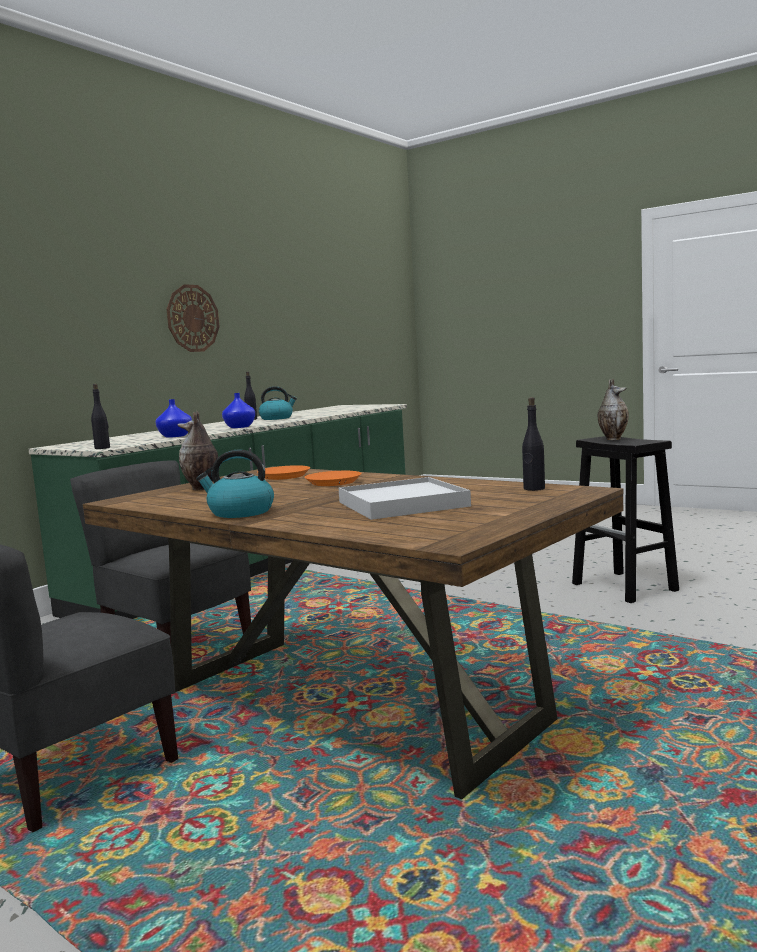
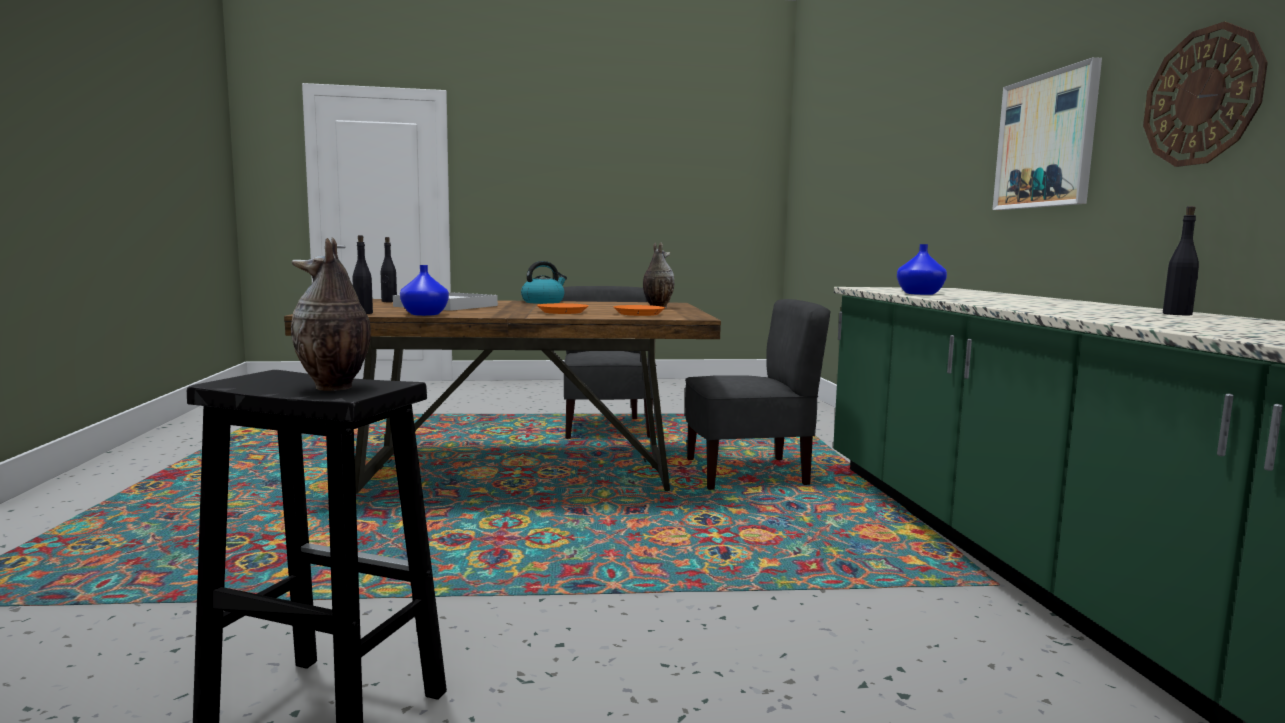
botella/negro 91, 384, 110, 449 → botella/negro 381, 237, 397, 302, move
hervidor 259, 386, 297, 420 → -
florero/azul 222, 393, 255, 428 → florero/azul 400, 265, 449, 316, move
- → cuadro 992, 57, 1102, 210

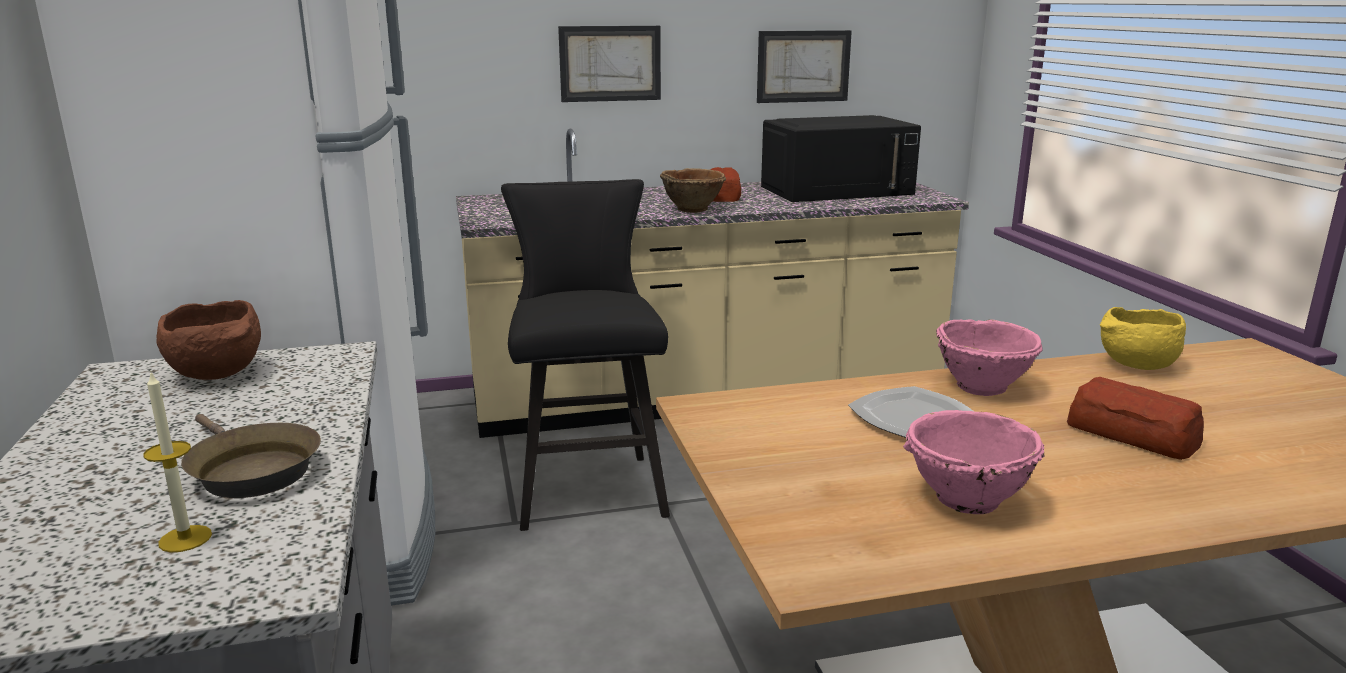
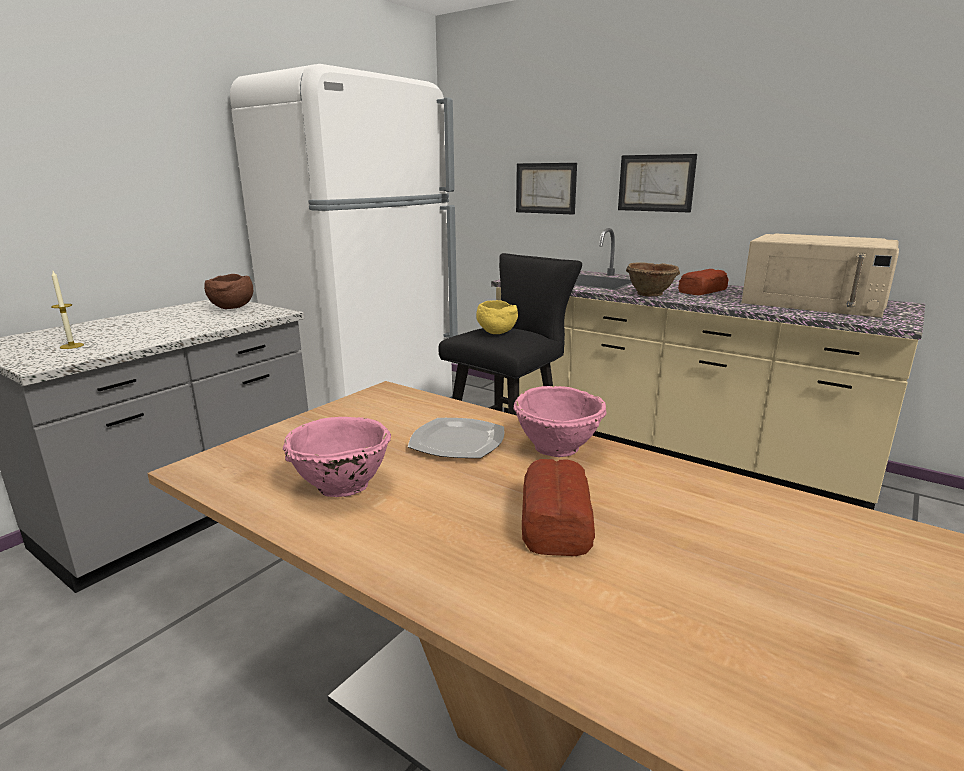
cuadro 757, 30, 852, 103 → cuadro 516, 163, 577, 215, move
microondas/negro 761, 115, 921, 202 → microondas/beis 741, 233, 899, 318
cuenco/amarillo 1100, 307, 1186, 370 → cuenco/amarillo 476, 300, 518, 334, move
sartén/marrón 181, 414, 321, 498 → -

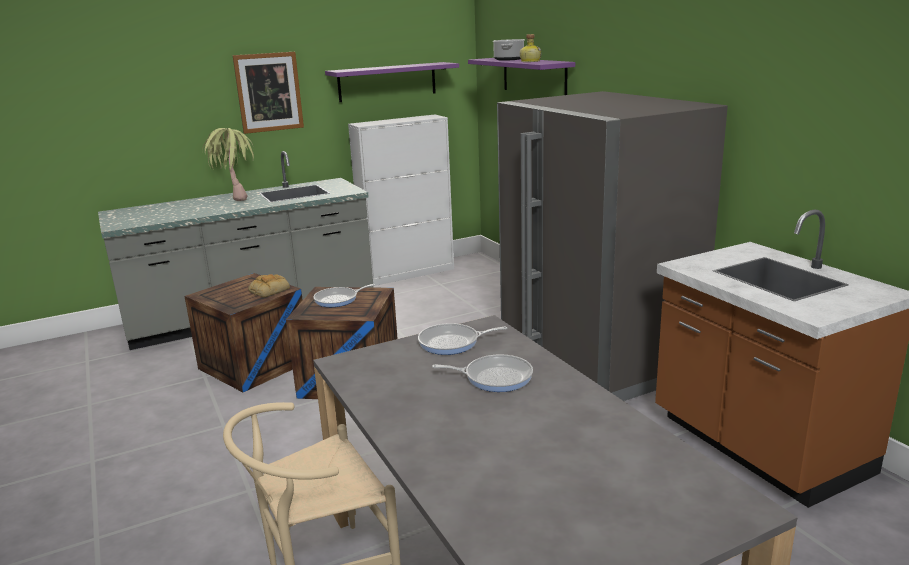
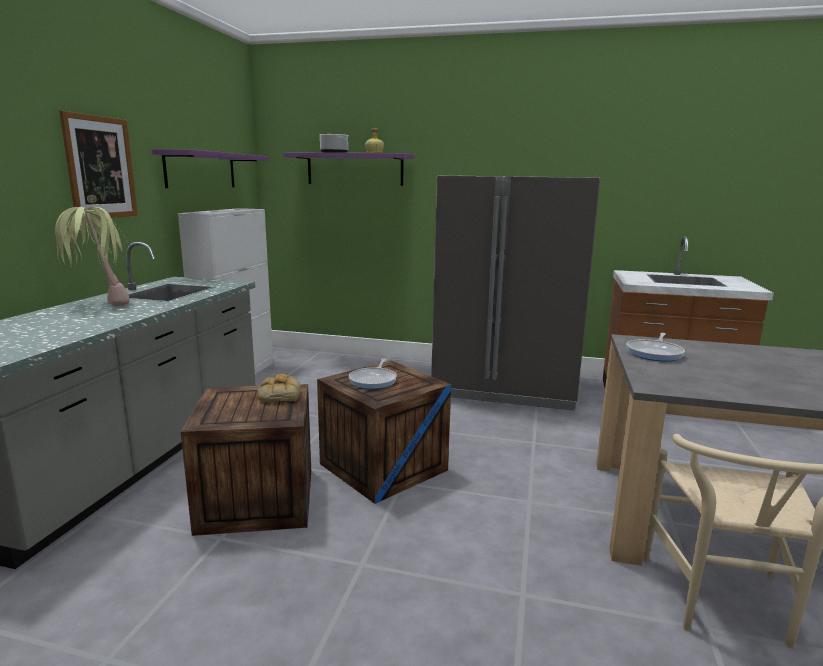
sartén 432, 354, 533, 392 → -

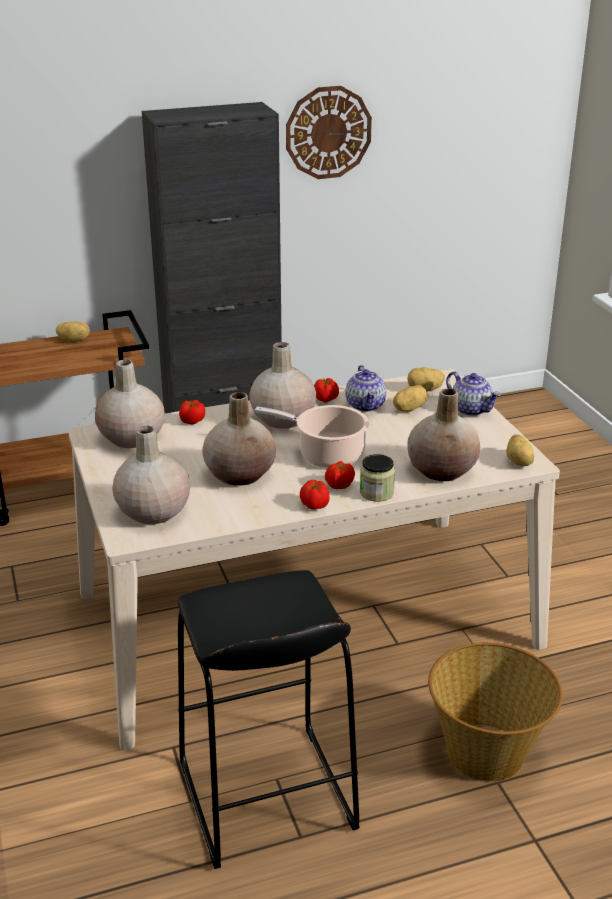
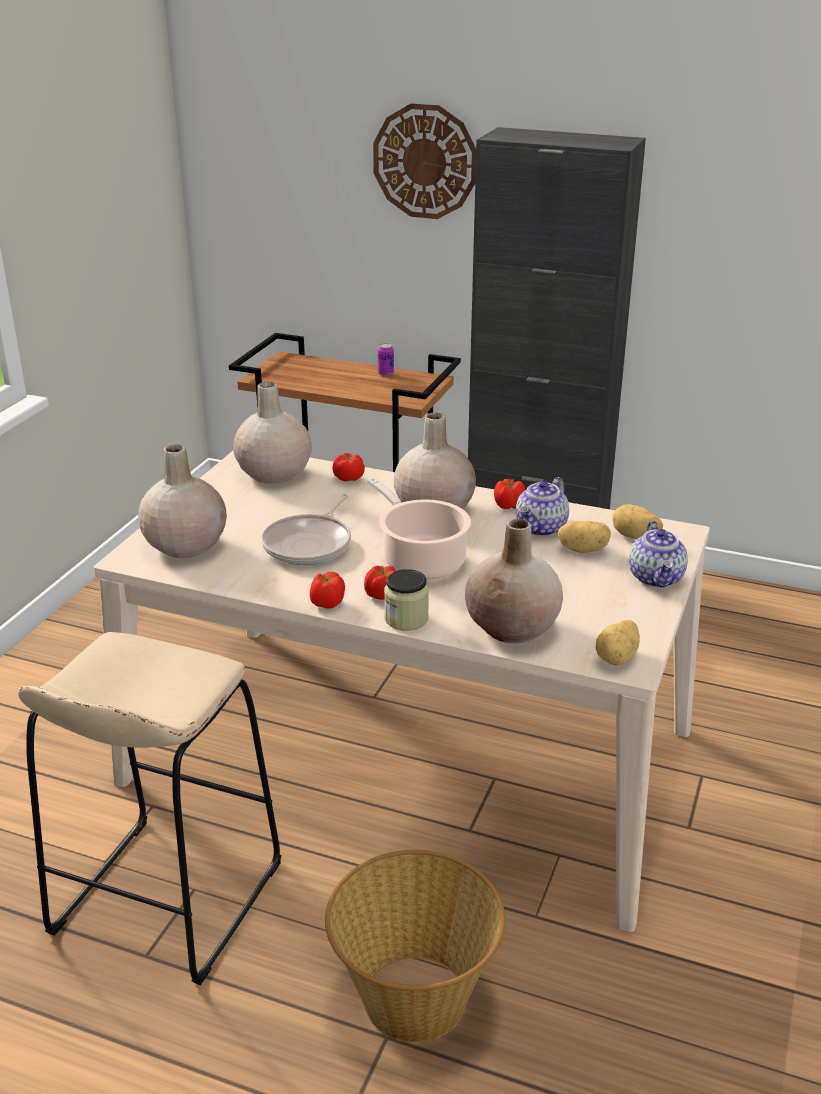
reloj de pared 286, 86, 372, 179 → reloj de pared 373, 103, 476, 219, move
patata 56, 321, 90, 342 → lata 378, 343, 394, 376
florero/beis 202, 392, 276, 486 → sartén 261, 494, 351, 565
taburete/negro 178, 570, 360, 869 → taburete/beis 18, 632, 281, 985

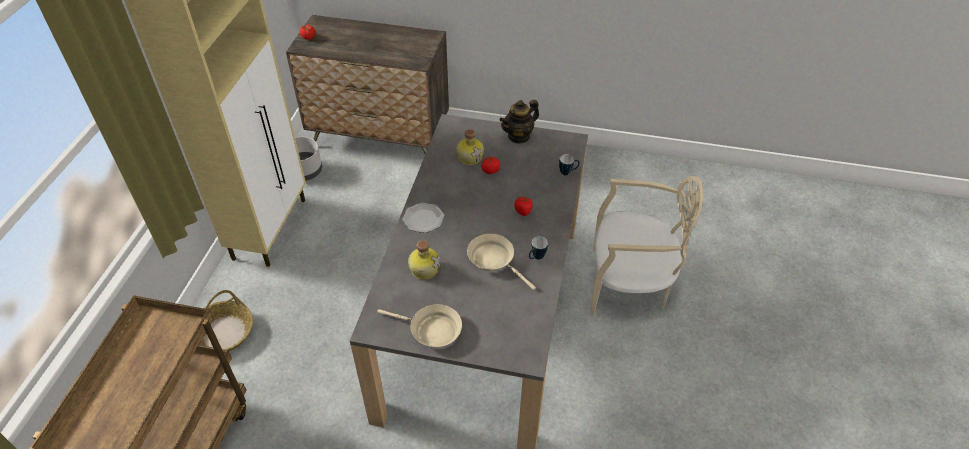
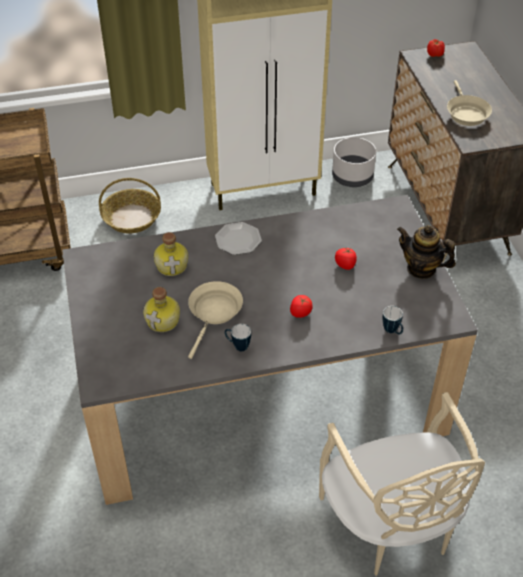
botella 456, 129, 484, 165 → botella 143, 287, 180, 332, move
sartén/beis 377, 304, 462, 348 → sartén/beis 447, 80, 492, 126, move

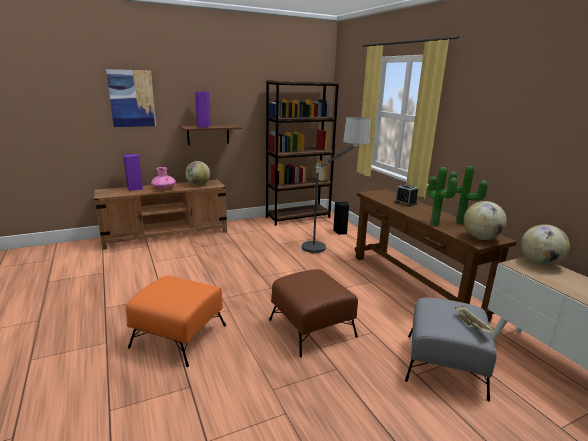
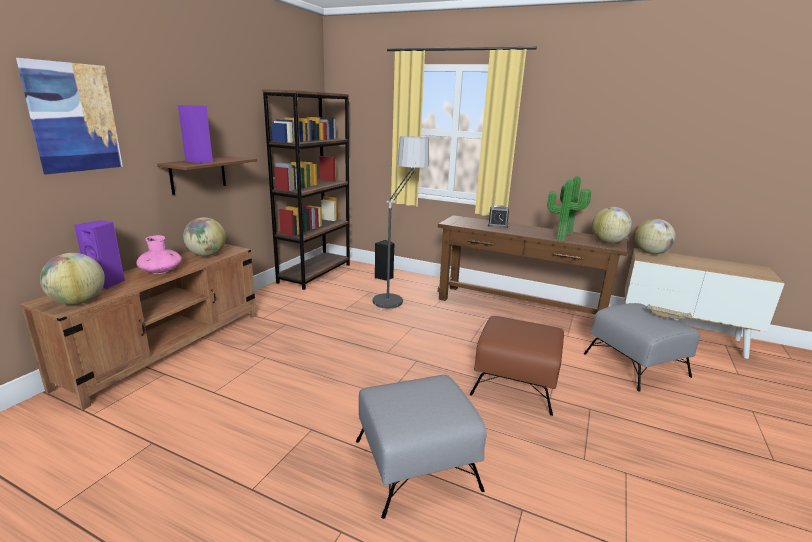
puf/naranja 126, 276, 226, 367 → puf/gris 356, 375, 487, 519
- → globo terráqueo 40, 253, 105, 305

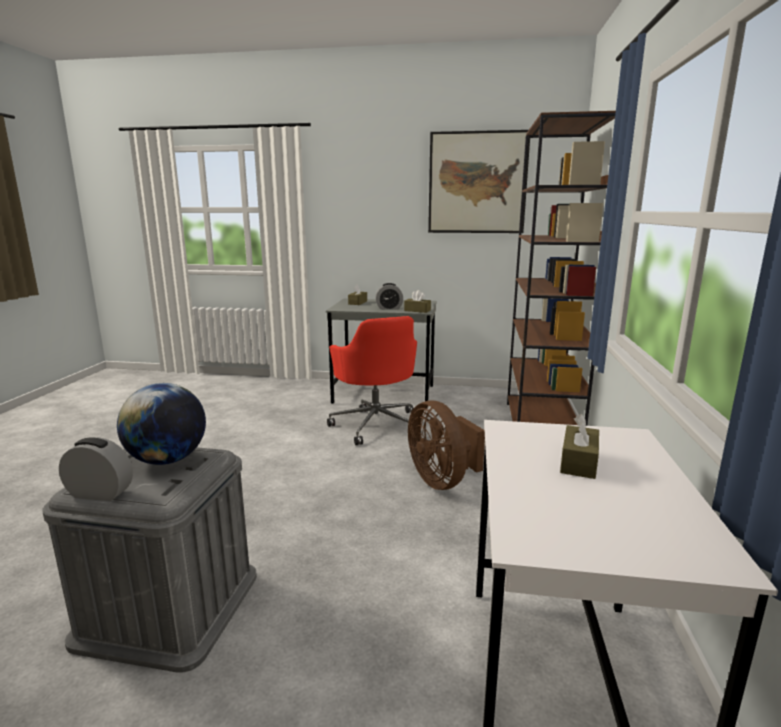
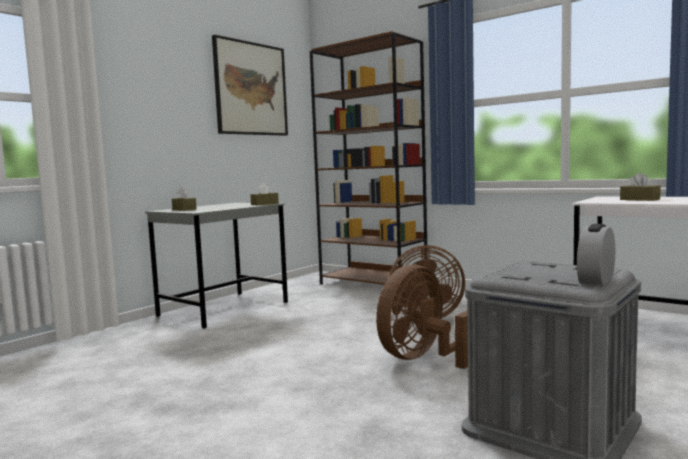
despertador 375, 283, 403, 310 → -
silla de oficina/rojo 327, 316, 417, 445 → -
globo terráqueo 117, 383, 206, 465 → -
- → ventilador/marrón 376, 265, 468, 369

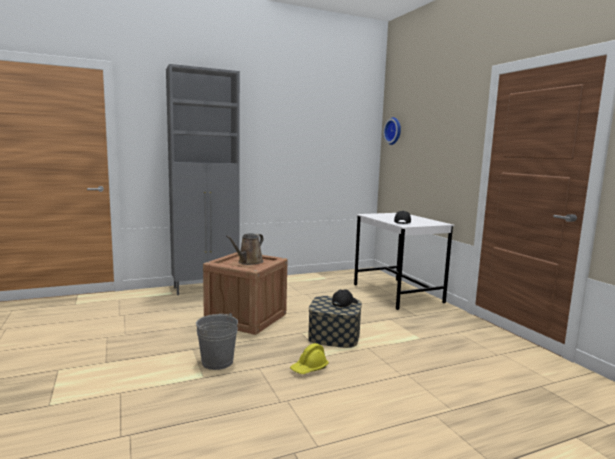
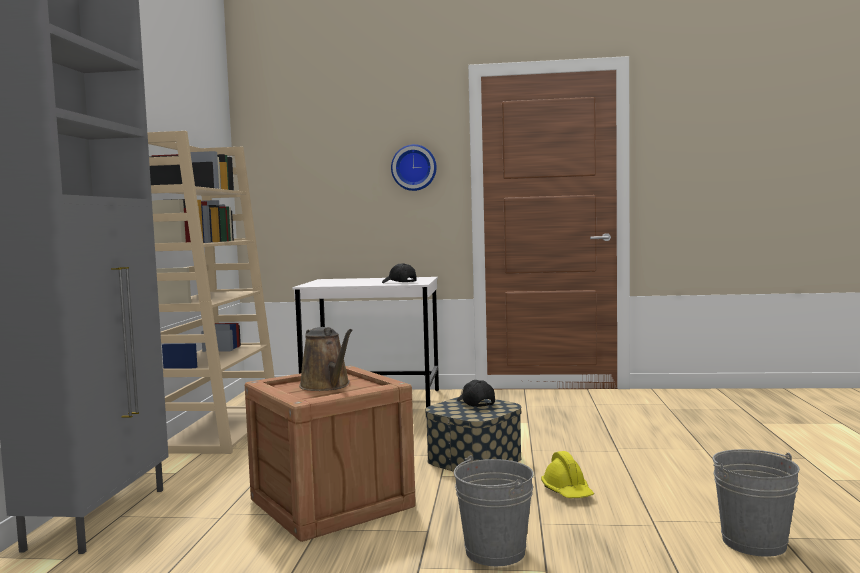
reloj de pared 383, 117, 401, 145 → reloj de pared 391, 144, 437, 191, move
- → estantería/beis 147, 131, 275, 454
- → cubo/gris 713, 449, 800, 557

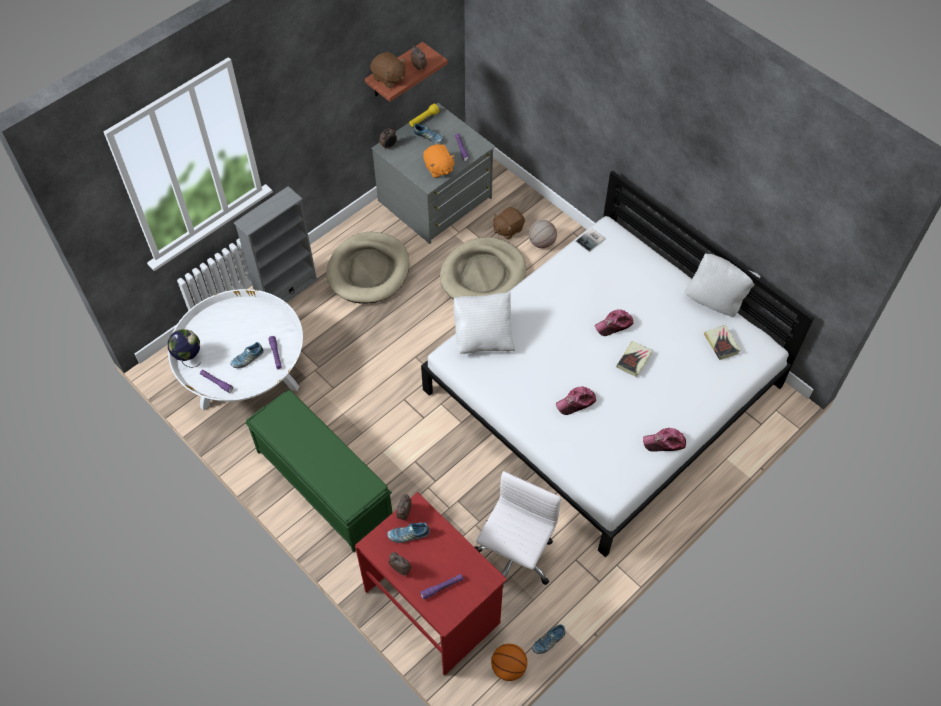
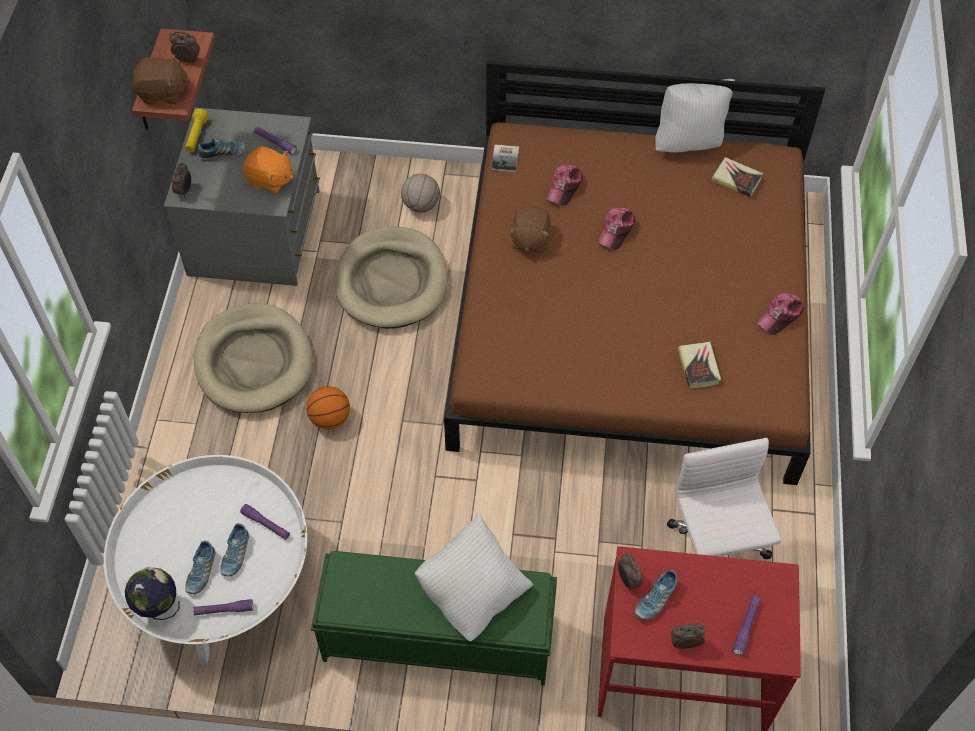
cama/blanco 421, 171, 814, 557 → cama/marrón 444, 60, 825, 485
estantería/gris 234, 186, 318, 303 → -
peluche/marrón 493, 207, 525, 239 → peluche/marrón 509, 205, 551, 252, move
cojín/blanco 454, 292, 515, 354 → cojín/blanco 414, 513, 533, 641, move
libro 617, 341, 653, 377 → libro 677, 342, 721, 389, move
gorra 556, 386, 596, 415 → gorra 547, 165, 583, 205, move
zapato 532, 624, 565, 654 → zapato 185, 541, 215, 594, move
balón de baloncesto 491, 644, 527, 681 → balón de baloncesto 306, 386, 350, 430, move

